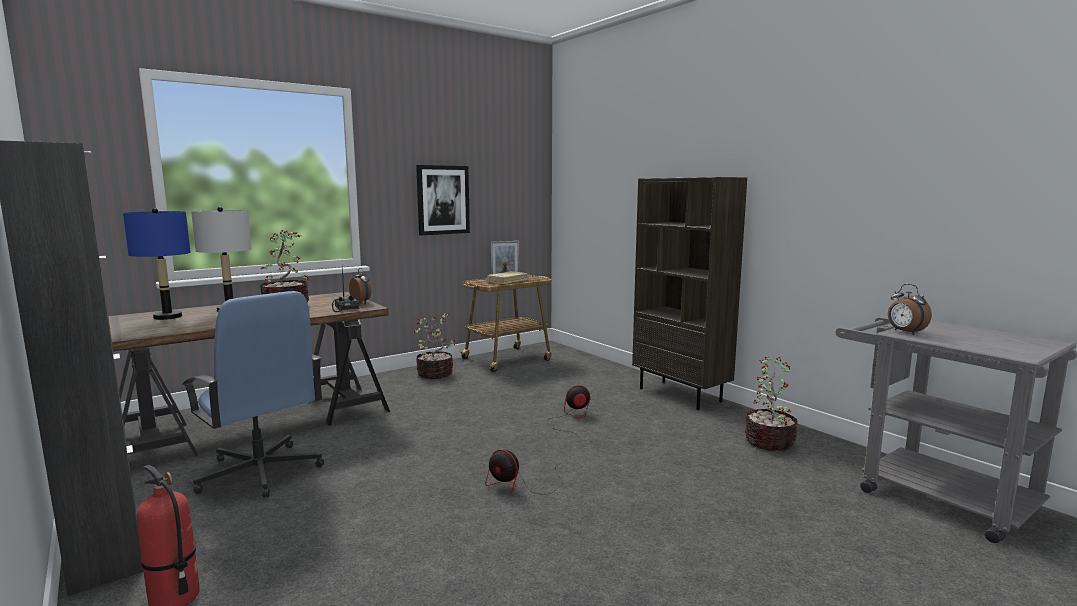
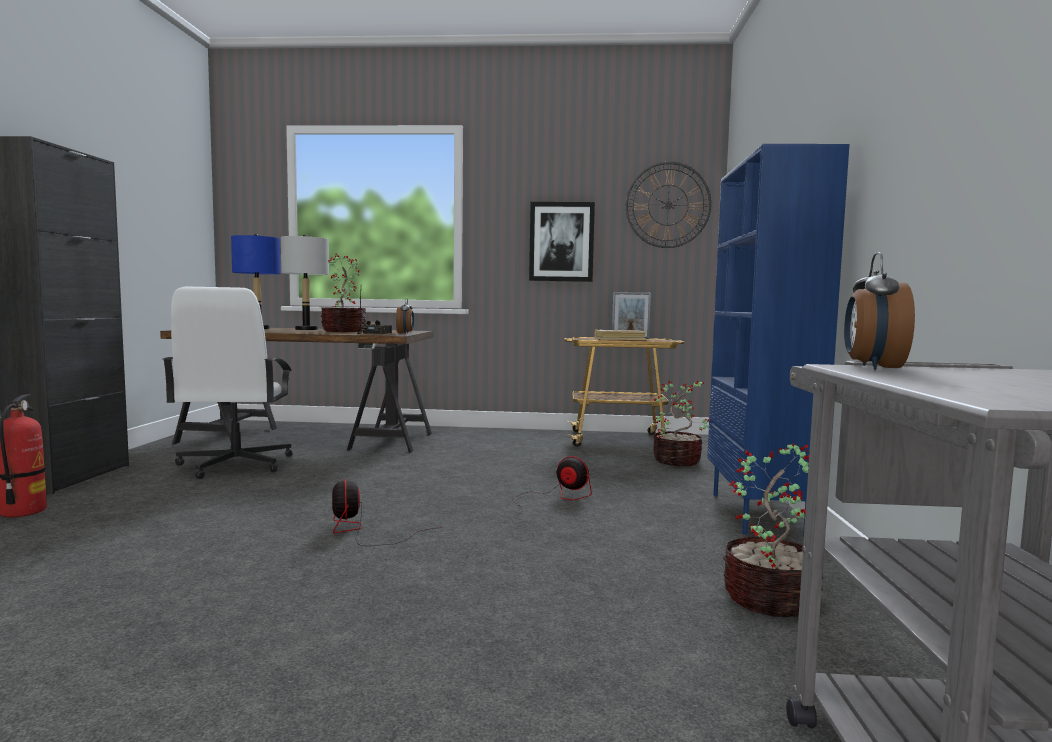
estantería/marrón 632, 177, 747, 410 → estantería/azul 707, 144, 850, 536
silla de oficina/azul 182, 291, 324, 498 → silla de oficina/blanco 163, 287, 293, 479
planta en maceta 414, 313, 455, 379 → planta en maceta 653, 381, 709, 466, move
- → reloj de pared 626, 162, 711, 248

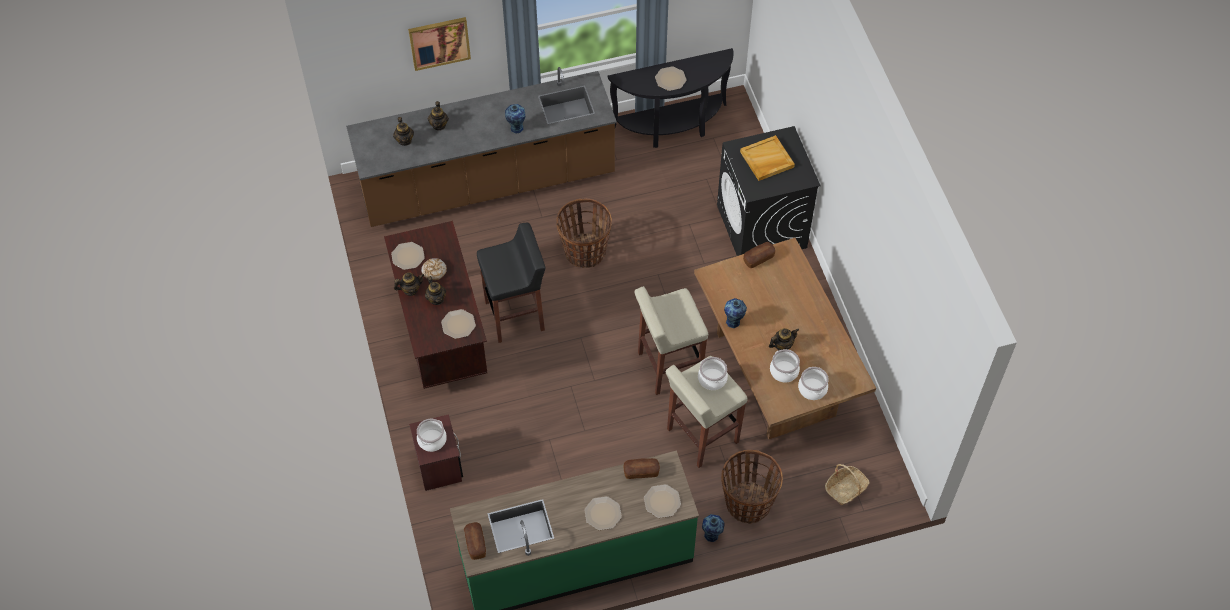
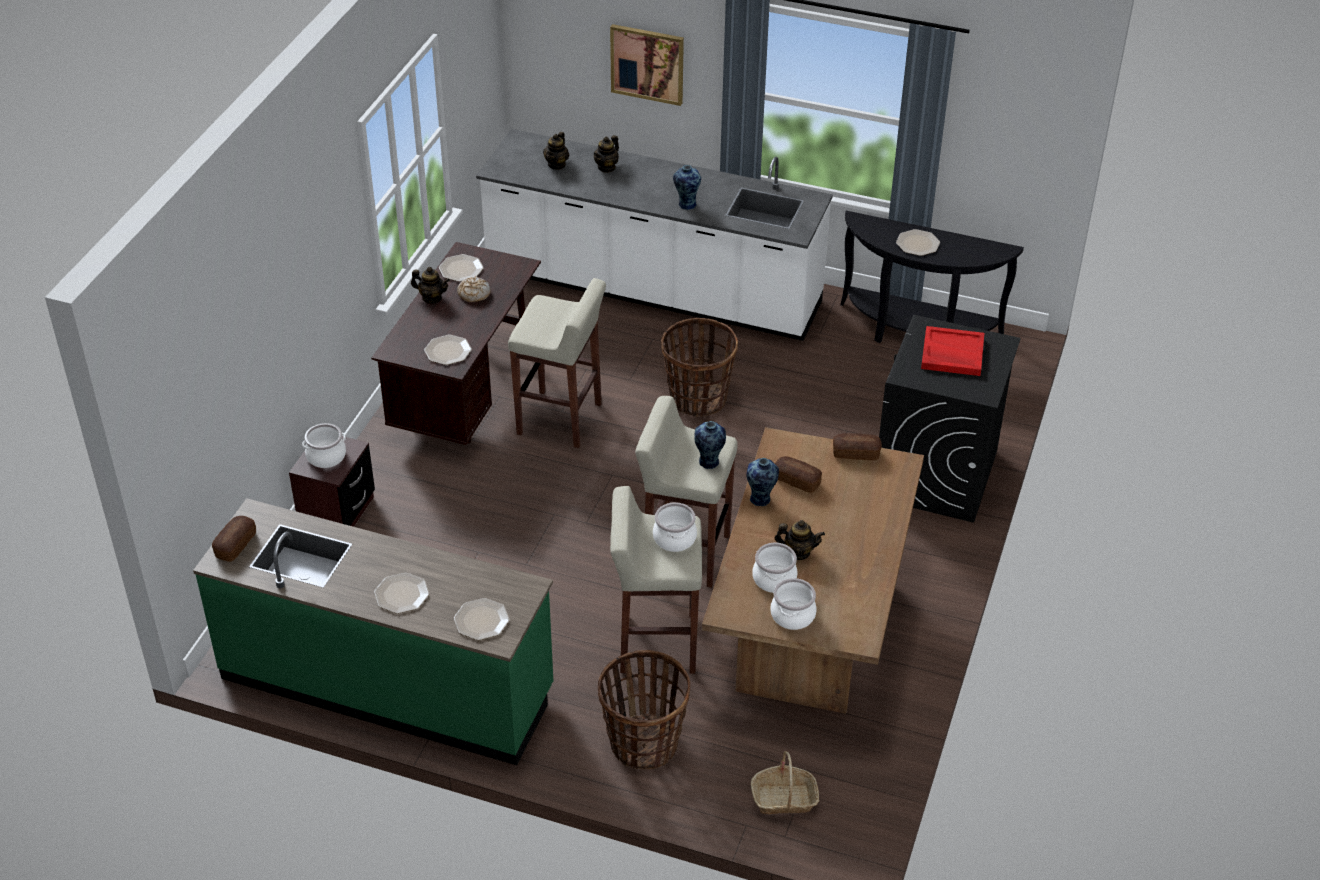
mueble bajo de cocina/marrón 346, 67, 617, 227 → mueble bajo de cocina/blanco 476, 129, 833, 341
bandeja/beis 740, 135, 795, 181 → bandeja/rojo 921, 326, 984, 376
taburete/negro 477, 222, 545, 343 → taburete/beis 508, 278, 606, 448
tetera 425, 276, 446, 305 → -
pan 624, 458, 660, 479 → pan 775, 456, 822, 493, move
florero 702, 514, 725, 542 → florero 694, 421, 726, 469, move

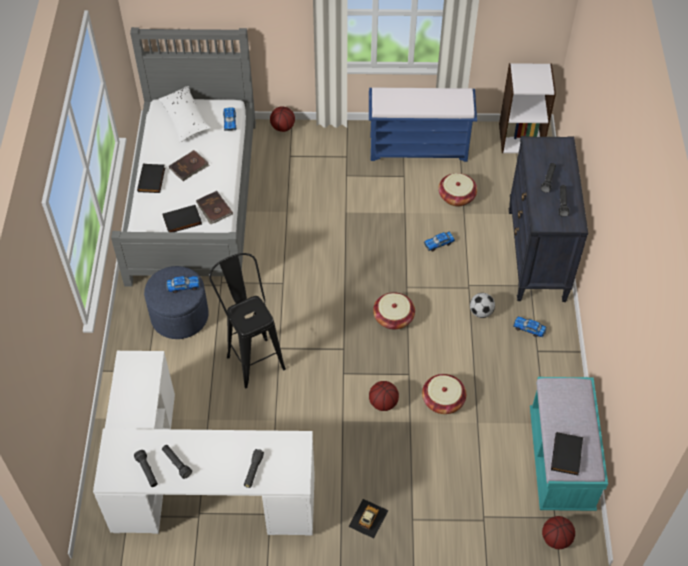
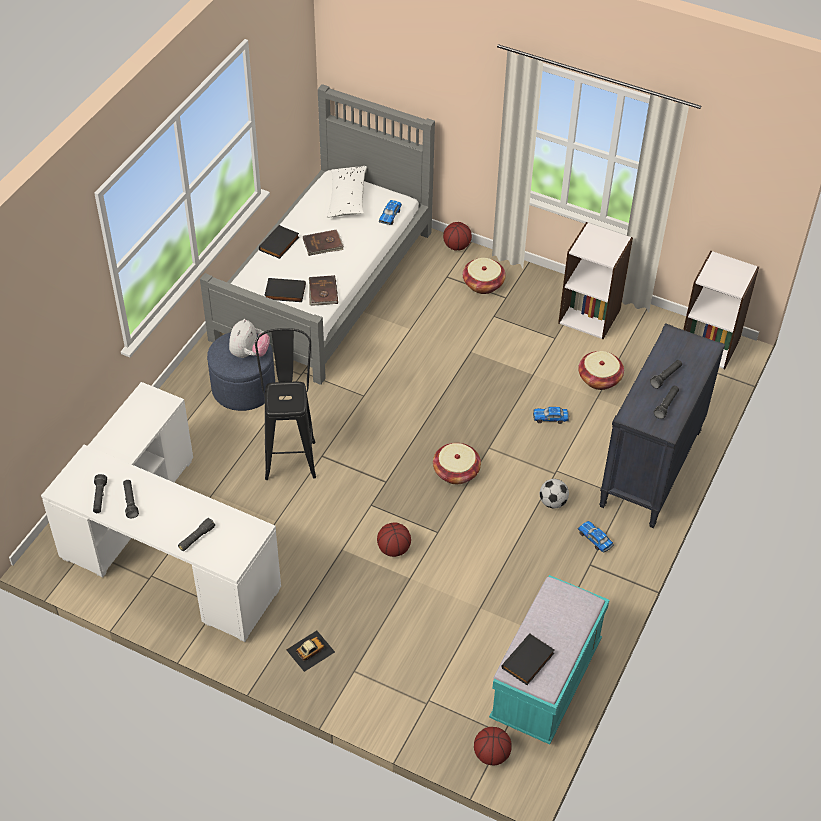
banco/azul 369, 88, 477, 162 → estantería/blanco 558, 222, 633, 339
coche de juguete 166, 276, 200, 293 → peluche 229, 319, 270, 358
cesta 422, 374, 466, 414 → cesta 463, 258, 506, 294, move

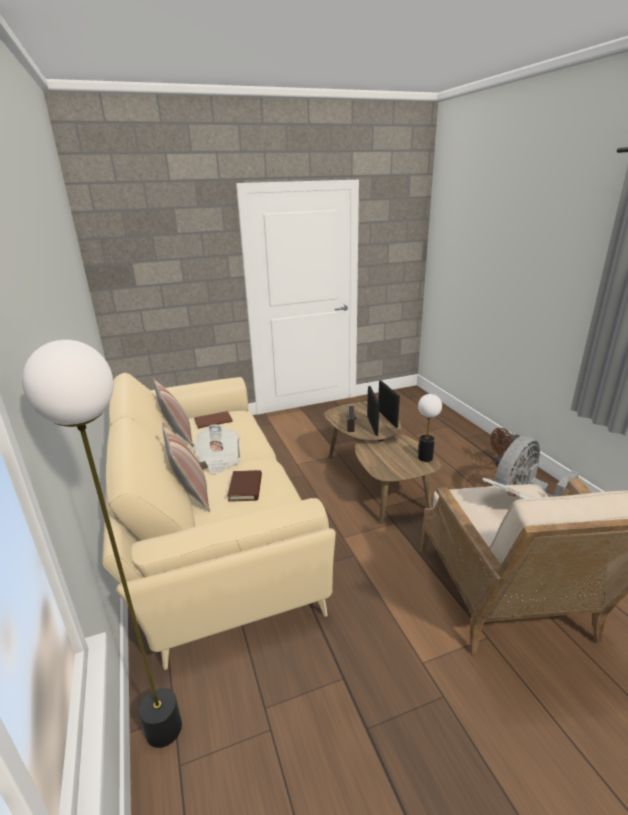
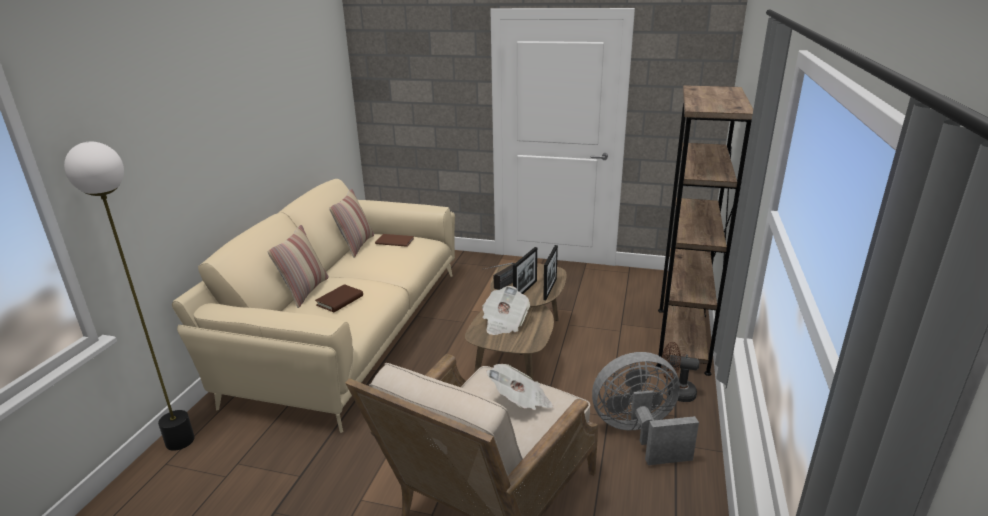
lámpara de mesa 418, 394, 442, 462 → -
periódico 194, 424, 241, 474 → periódico 482, 286, 530, 335, move
- → estantería/marrón 656, 85, 753, 376

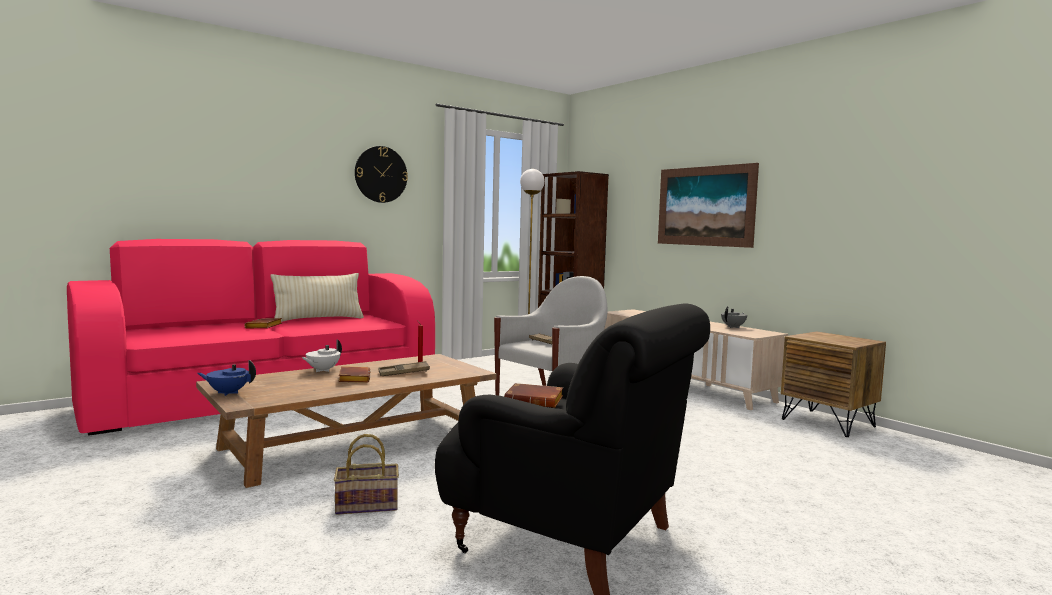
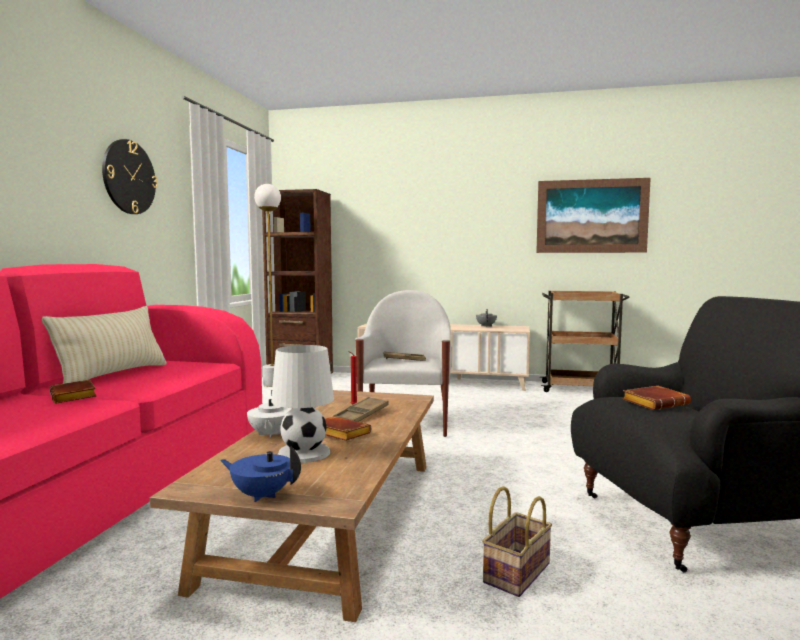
cuadro 658, 163, 759, 248 → cuadro 536, 178, 651, 253, move
mesita de noche/marrón 781, 331, 886, 437 → carrito/marrón 540, 291, 630, 392
tetera/azul 197, 360, 256, 396 → tetera/azul 220, 447, 301, 502, 60 degrees clockwise
- → lámpara de mesa/blanco 271, 345, 334, 463

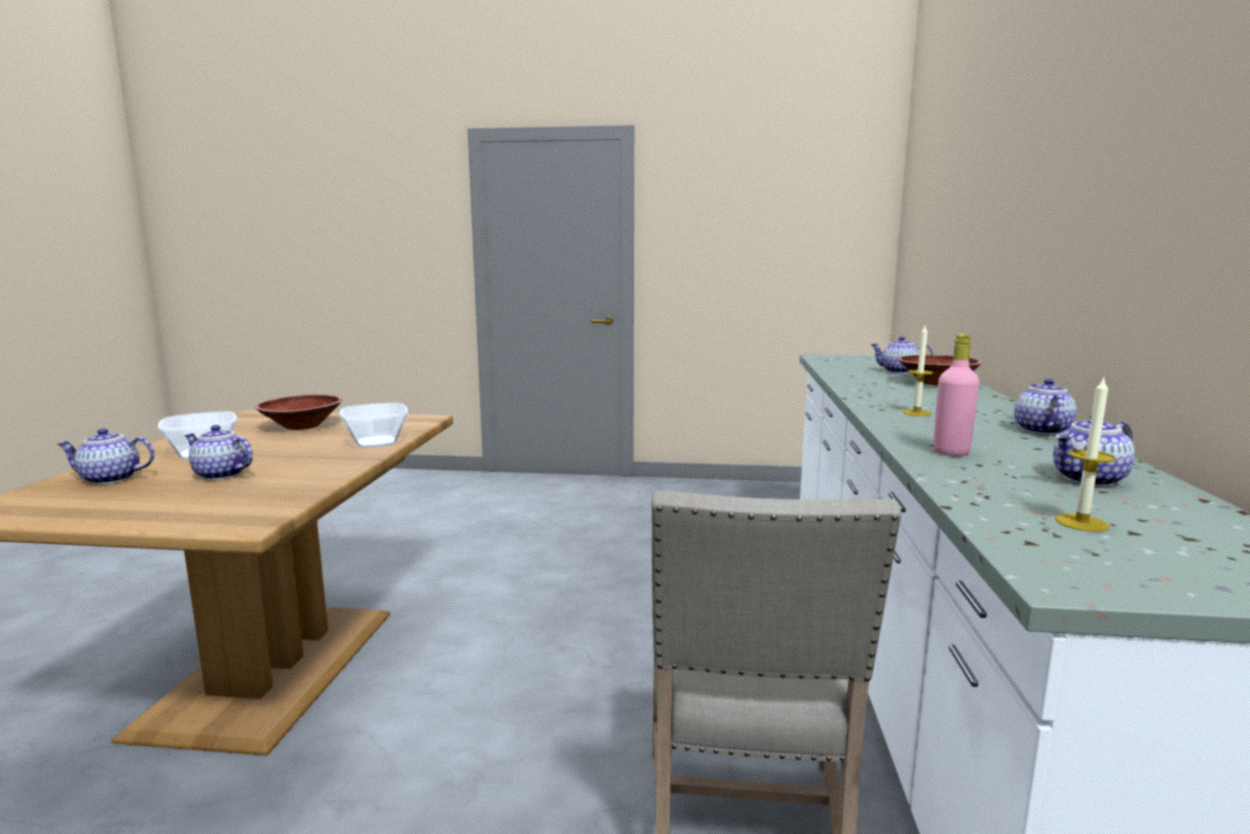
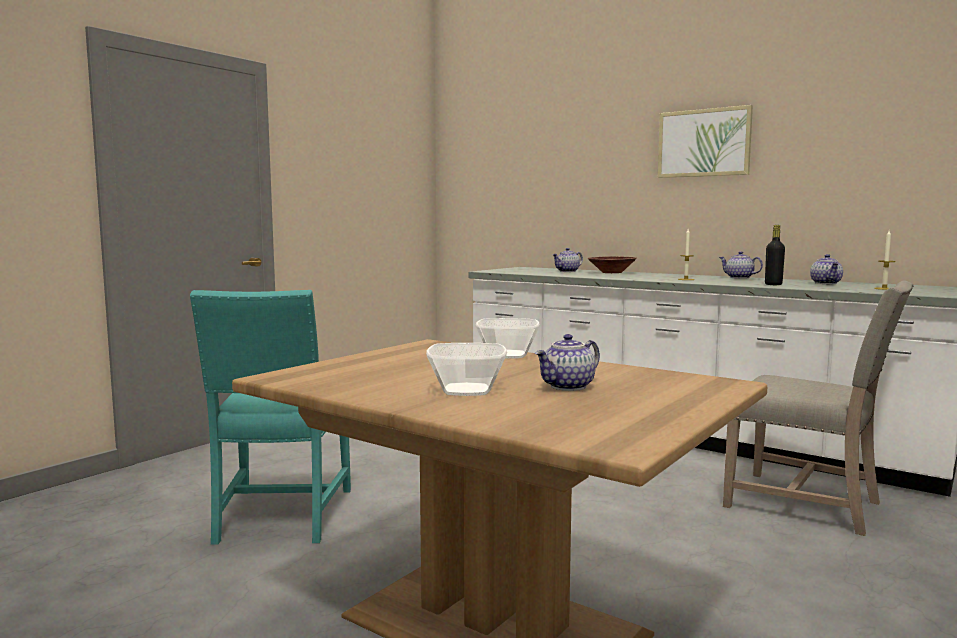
botella/rosa 933, 334, 979, 456 → botella/negro 765, 225, 785, 285
cuenco/marrón 255, 395, 343, 430 → -
tetera 57, 428, 154, 485 → -
- → cuadro 658, 105, 753, 178
- → silla/turquesa 190, 290, 351, 545

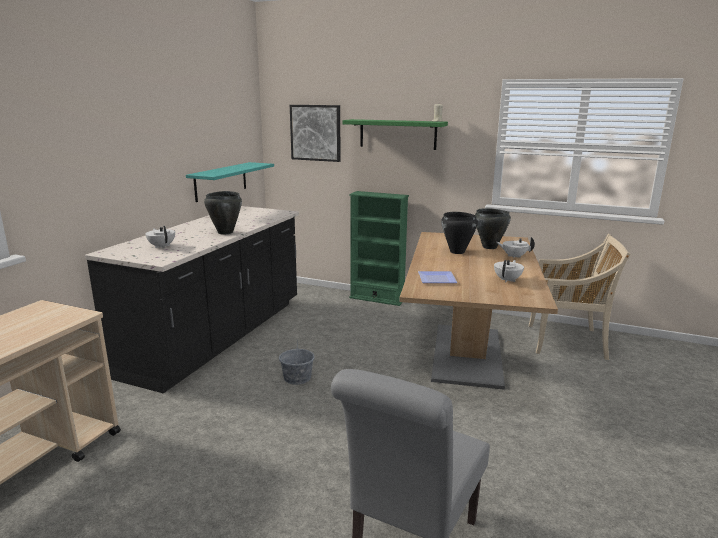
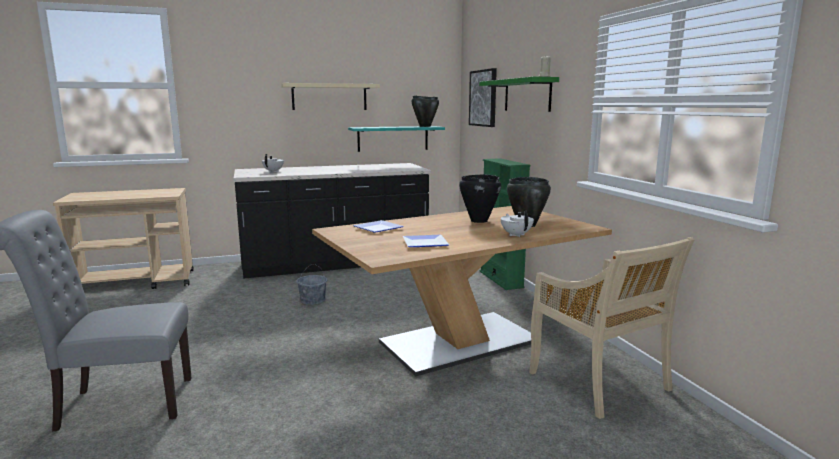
olla/negro 204, 191, 242, 235 → olla/negro 411, 96, 439, 127, move
tetera/blanco 494, 260, 524, 282 → plato 403, 235, 449, 247
- → estante/beis 281, 83, 380, 110

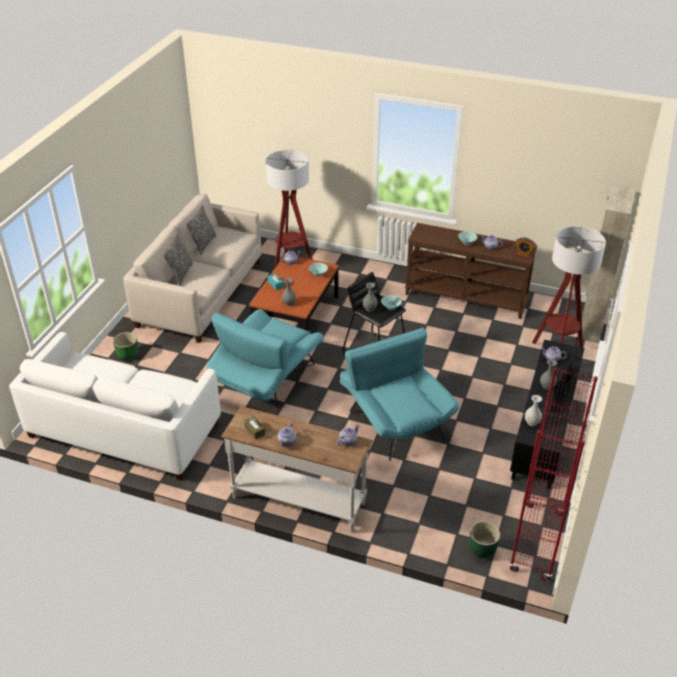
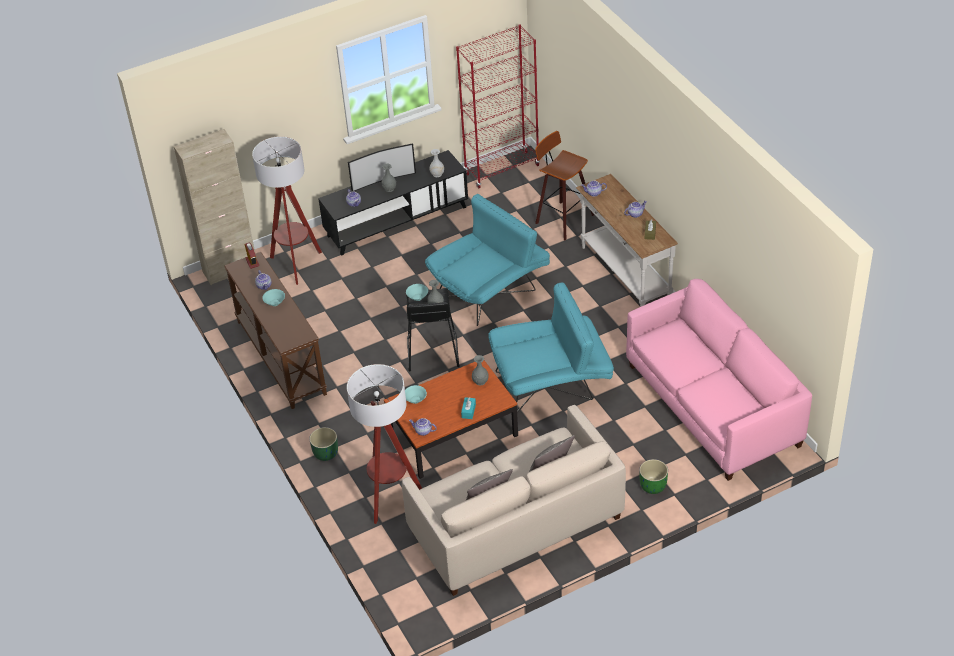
sillón/turquesa 340, 328, 459, 461 → sillón/turquesa 425, 194, 550, 326, 150 degrees counterclockwise
sofá/blanco 9, 332, 221, 481 → sofá/rosa 626, 279, 812, 481
maceta/verde 469, 521, 500, 558 → maceta/verde 309, 427, 338, 461, move
- → taburete 535, 131, 594, 241

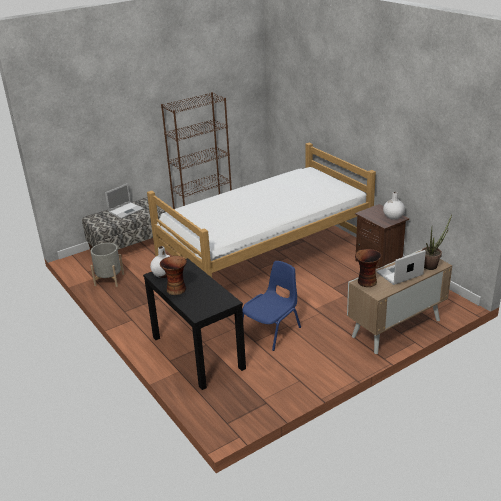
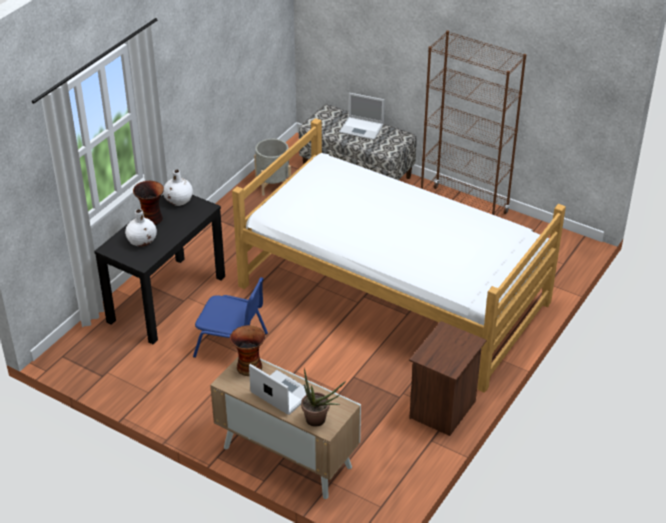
florero/blanco 383, 191, 405, 219 → florero/blanco 125, 209, 157, 247, move

